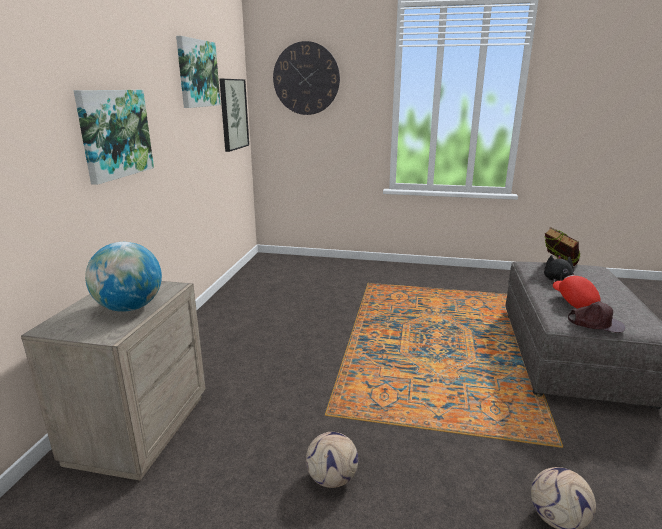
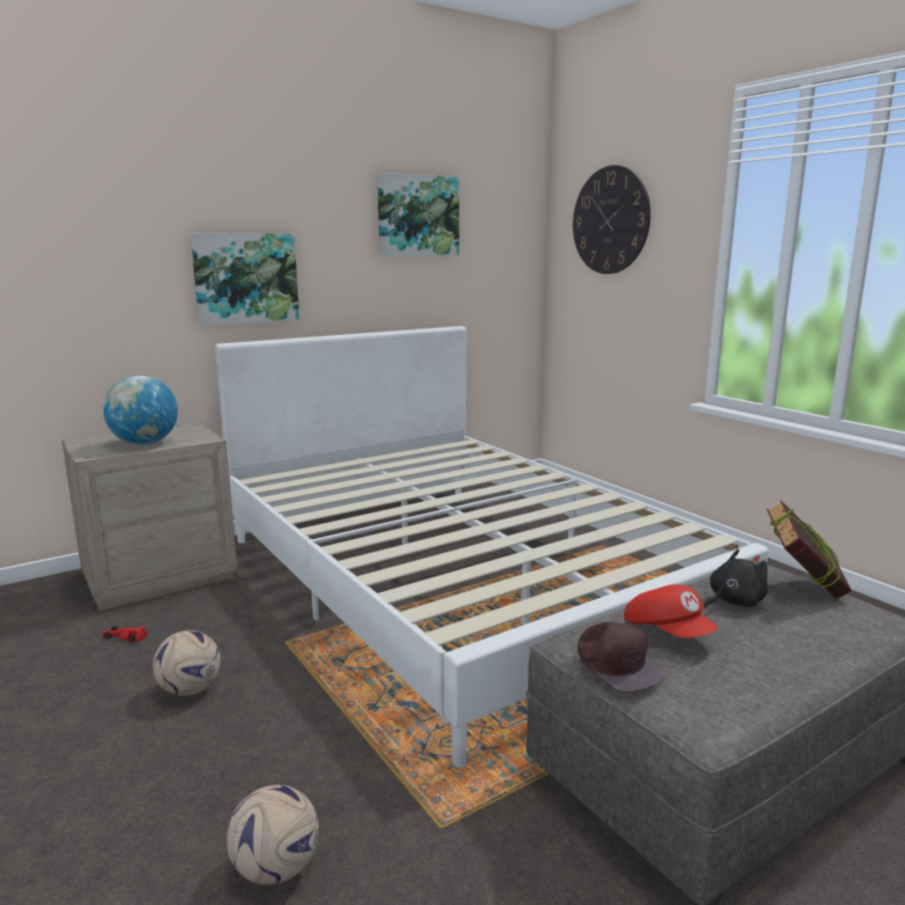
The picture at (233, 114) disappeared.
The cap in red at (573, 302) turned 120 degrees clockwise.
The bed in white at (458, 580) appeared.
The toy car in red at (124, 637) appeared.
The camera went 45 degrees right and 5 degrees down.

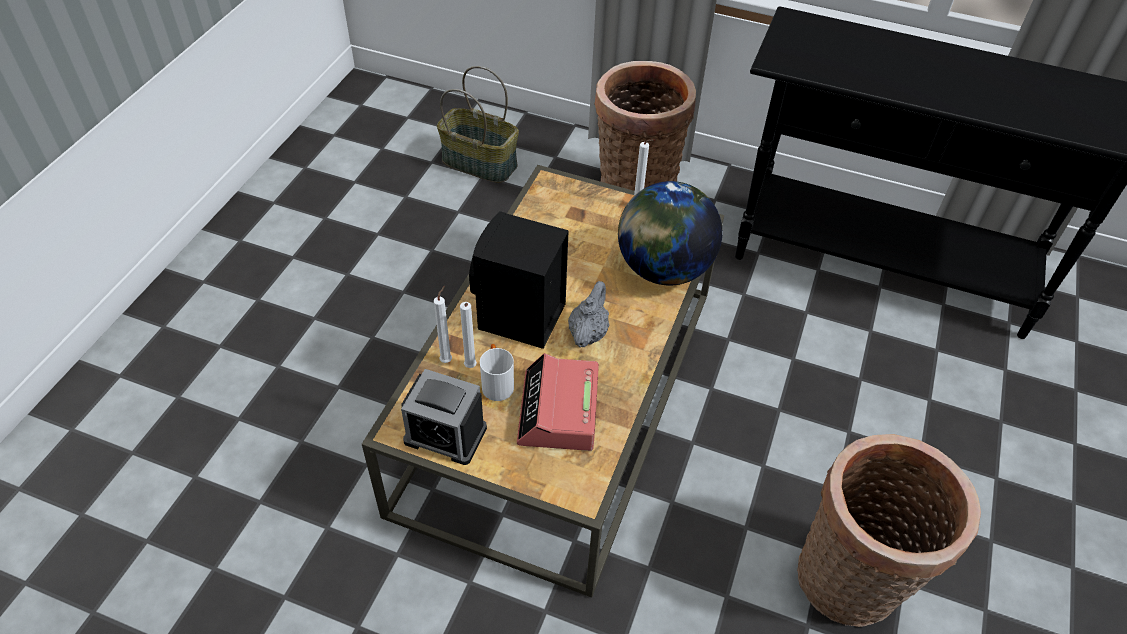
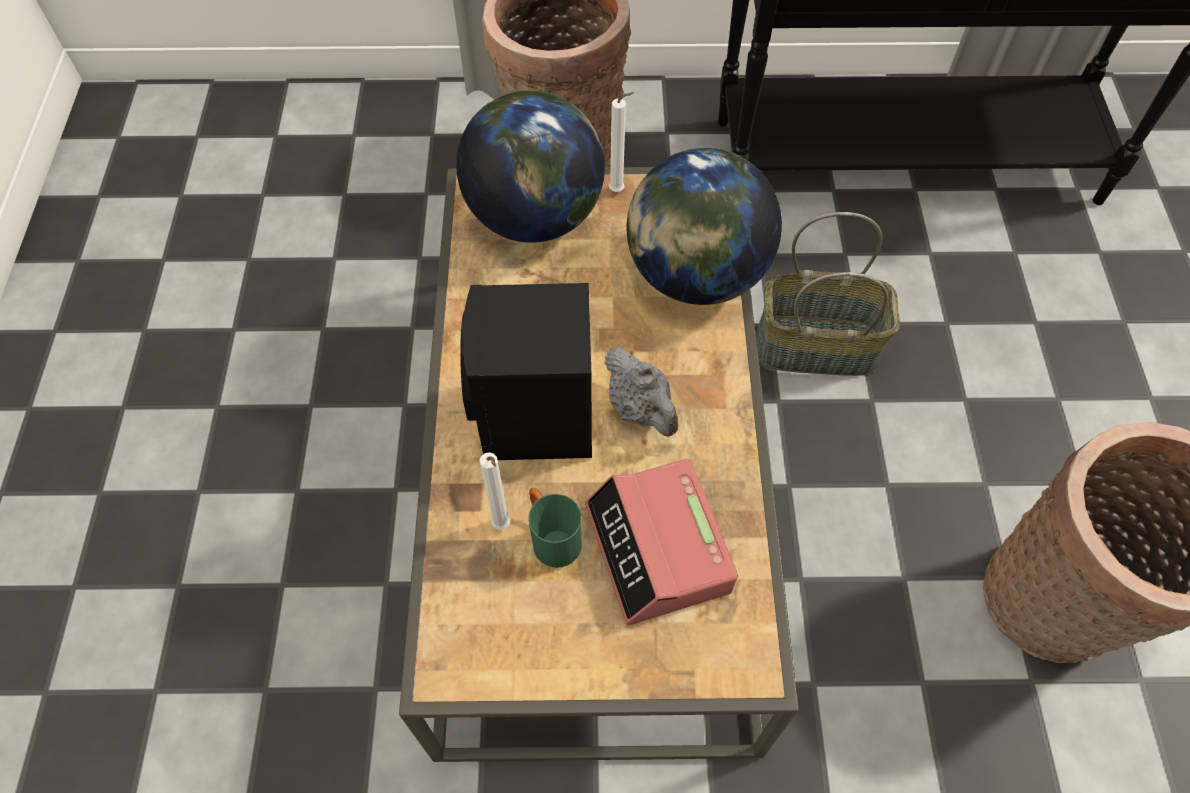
The basket moved from (480, 163) to (818, 345).
The teapot in grey at (588, 333) turned 150 degrees clockwise.
The candle in white at (447, 360) disappeared.
The mug in white at (496, 383) became the mug in green at (551, 537).
The alarm clock at (445, 434) disappeared.
The globe at (535, 216) appeared.
The camera went 20 degrees left and 10 degrees up.

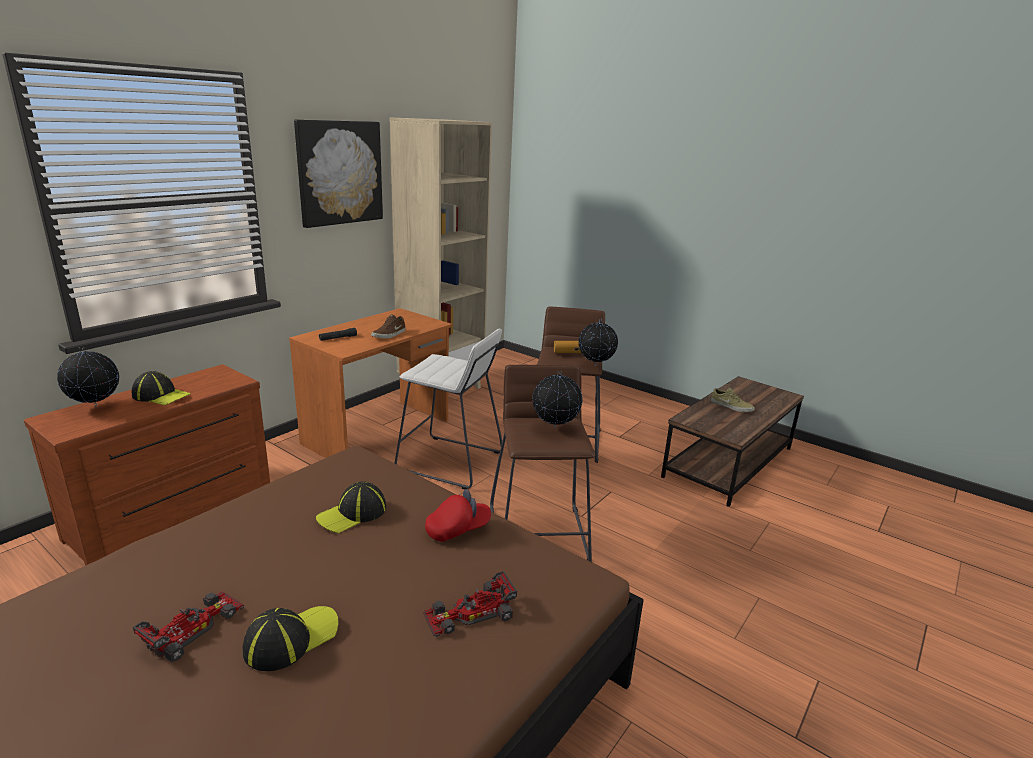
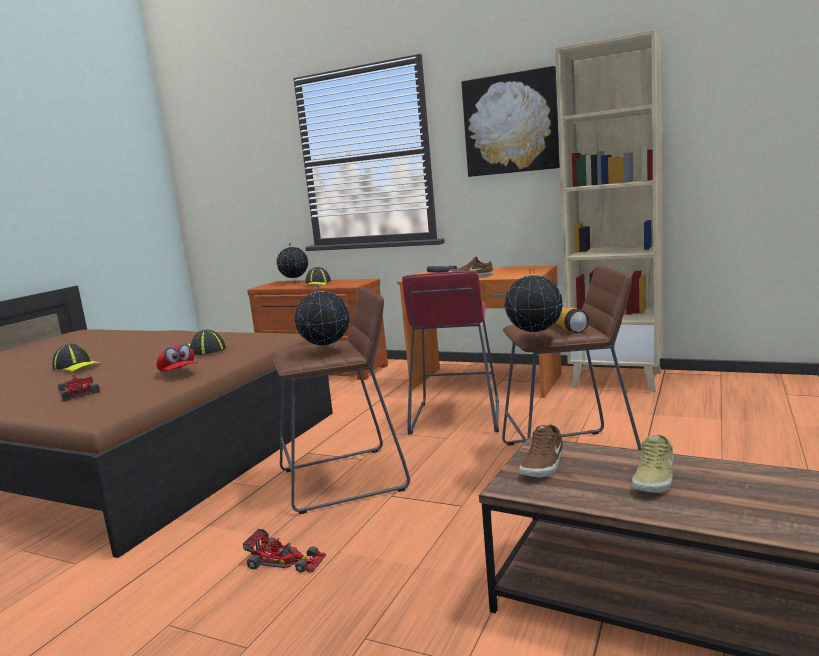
The stool in white at (450, 462) became the stool in red at (456, 417).
The toy car moved from (193, 627) to (285, 560).
The shoe in brown at (544, 464) appeared.
The camera went 80 degrees right and 10 degrees down.

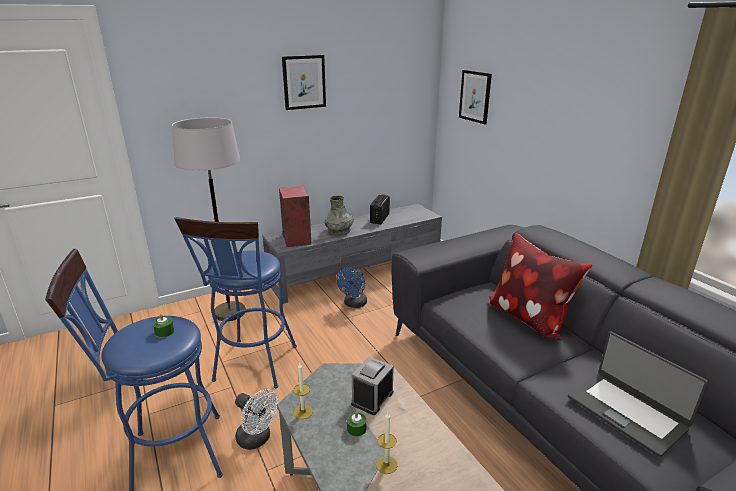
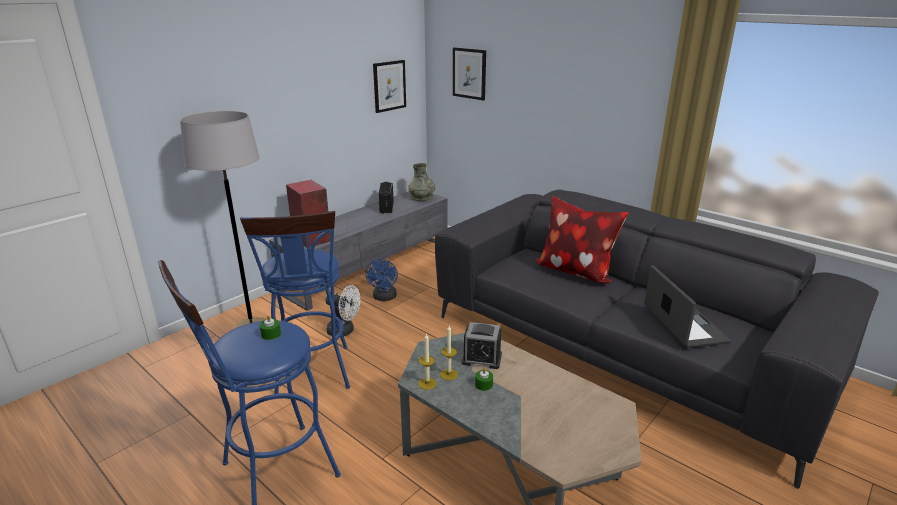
The picture moved from (304, 82) to (389, 86).
The vase in grey moved from (339, 231) to (421, 197).
The laptop at (627, 411) turned 135 degrees counterclockwise.
The alarm clock at (372, 398) turned 90 degrees counterclockwise.
The fan in white moved from (257, 439) to (345, 331).
The candle moved from (386, 464) to (449, 374).
The camera went 20 degrees left and 0 degrees up.

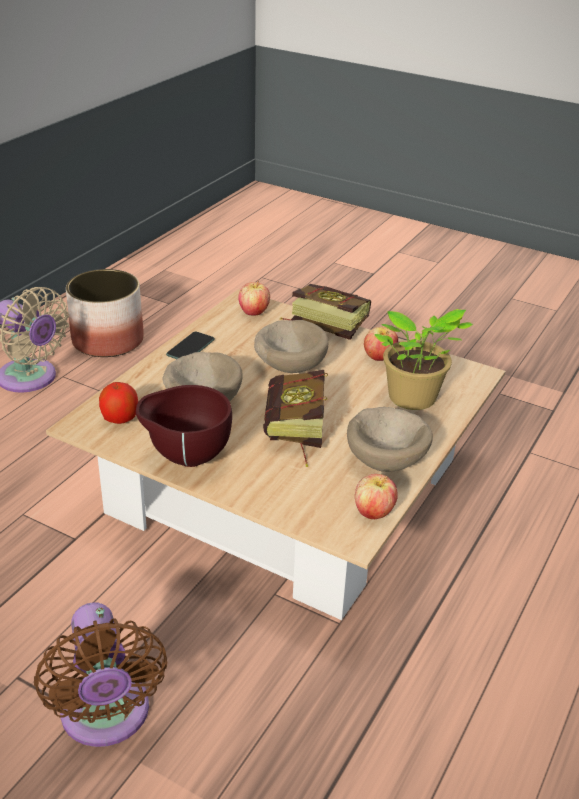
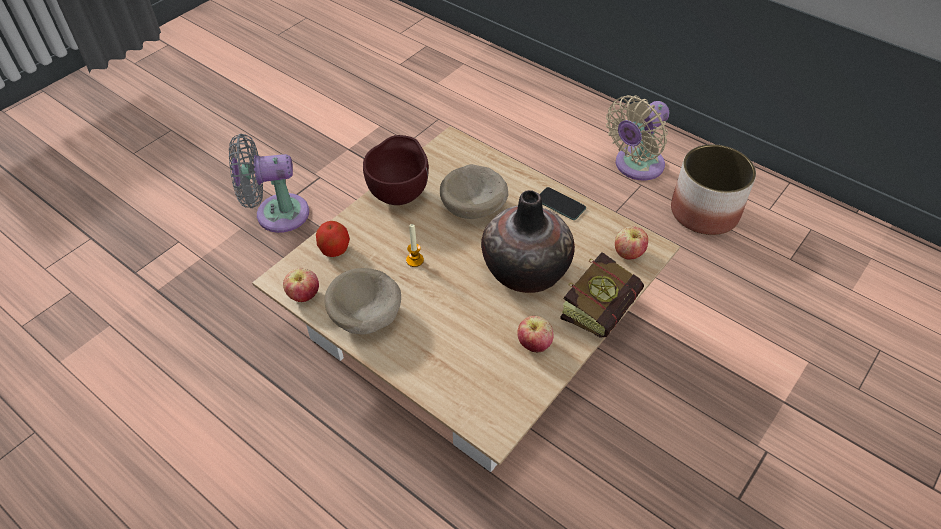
The potted plant at (413, 400) disappeared.
The bowl in beige at (290, 365) was replaced by the vase at (525, 271).
The book at (294, 435) was replaced by the candle at (414, 260).
The apple moved from (120, 419) to (335, 250).
The fan in brown at (106, 717) became the fan in grey at (276, 214).
The camera went 100 degrees right and 15 degrees up.

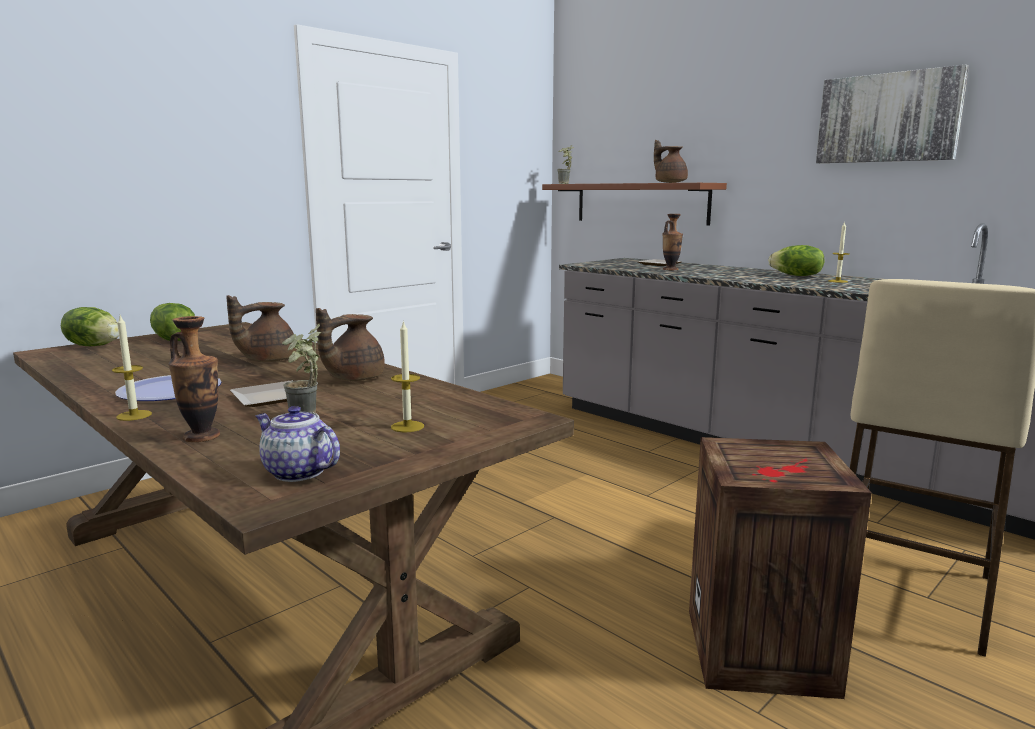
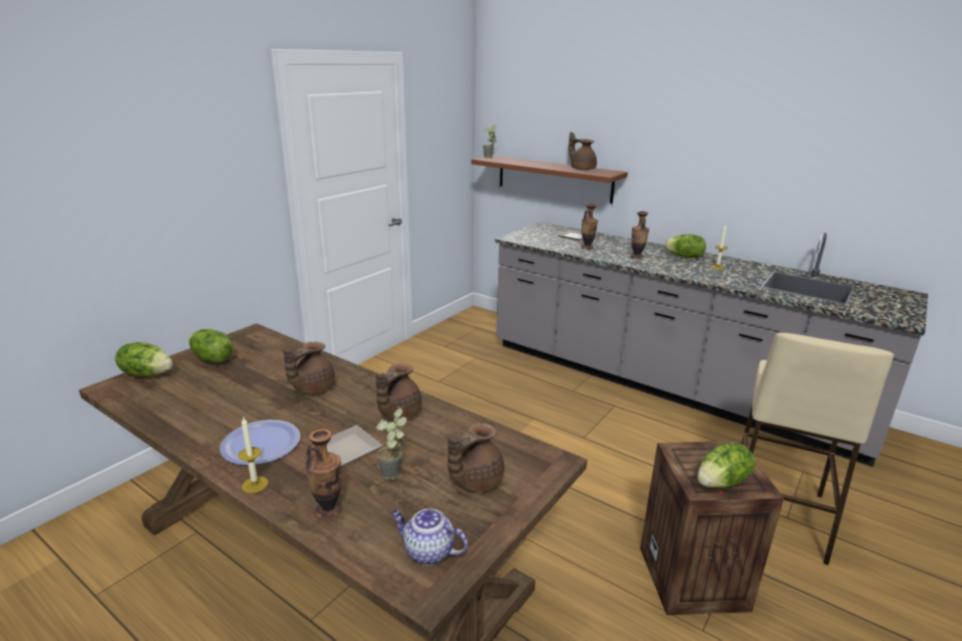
The picture at (888, 118) disappeared.
The candle at (407, 426) was replaced by the teapot in brown at (475, 481).
The vase at (636, 257) appeared.
The lettuce at (722, 482) appeared.
The camera went 10 degrees left and 10 degrees up.

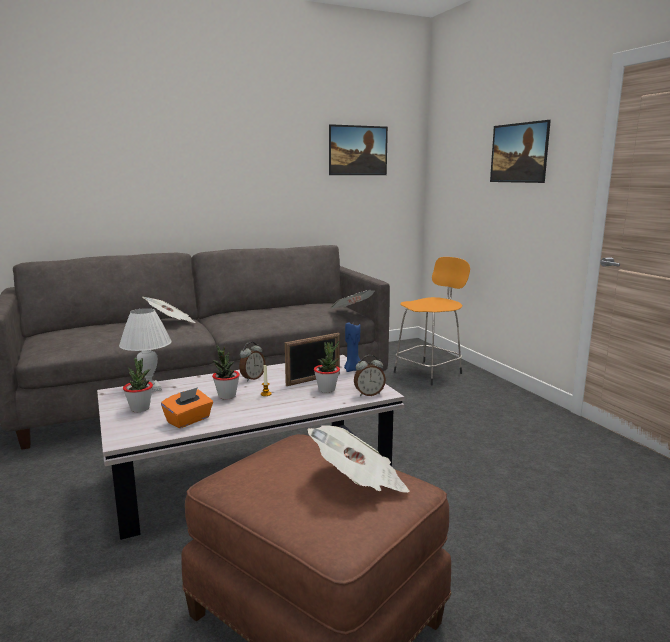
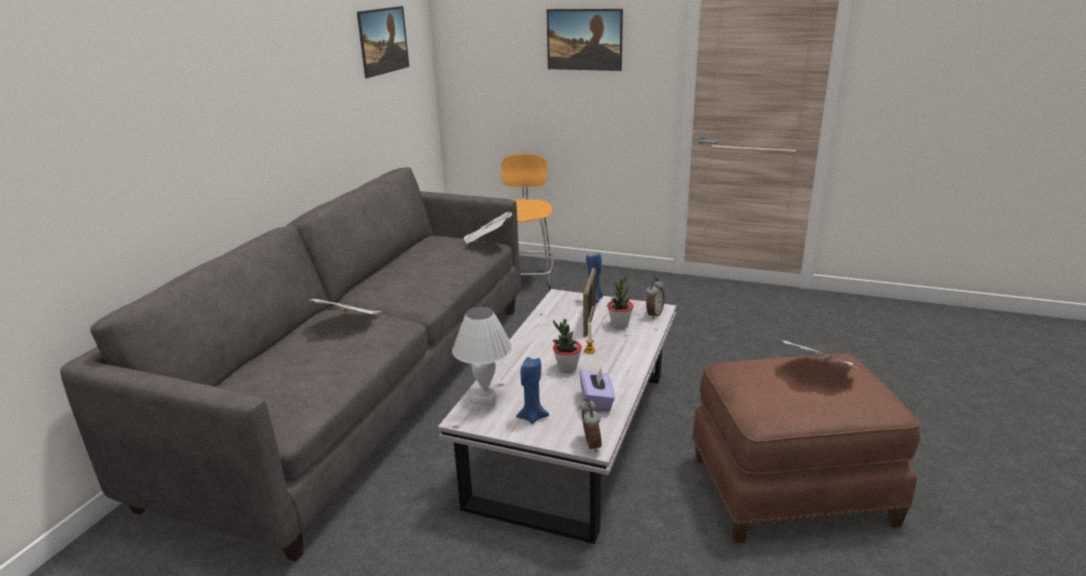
The alarm clock moved from (252, 378) to (589, 445).
The potted plant at (140, 409) was replaced by the candle in blue at (532, 417).
The tissue box in orange at (189, 420) became the tissue box in purple at (596, 402).
The camera went 45 degrees left and 10 degrees up.

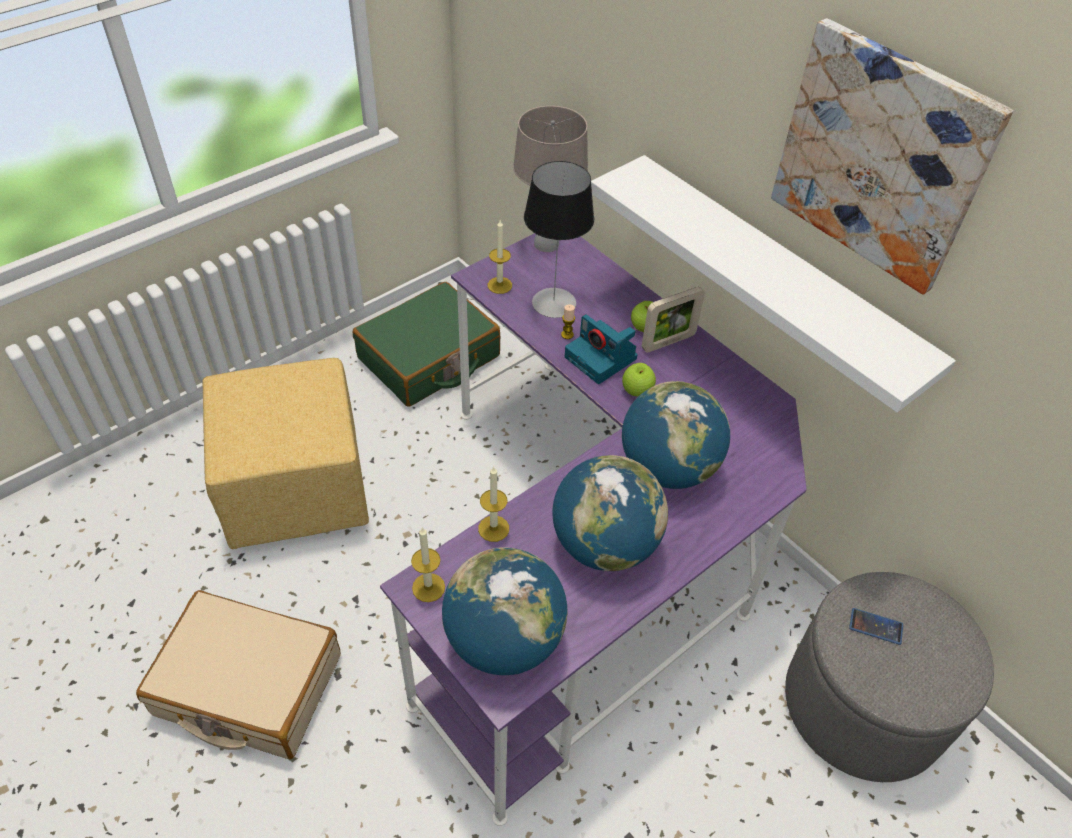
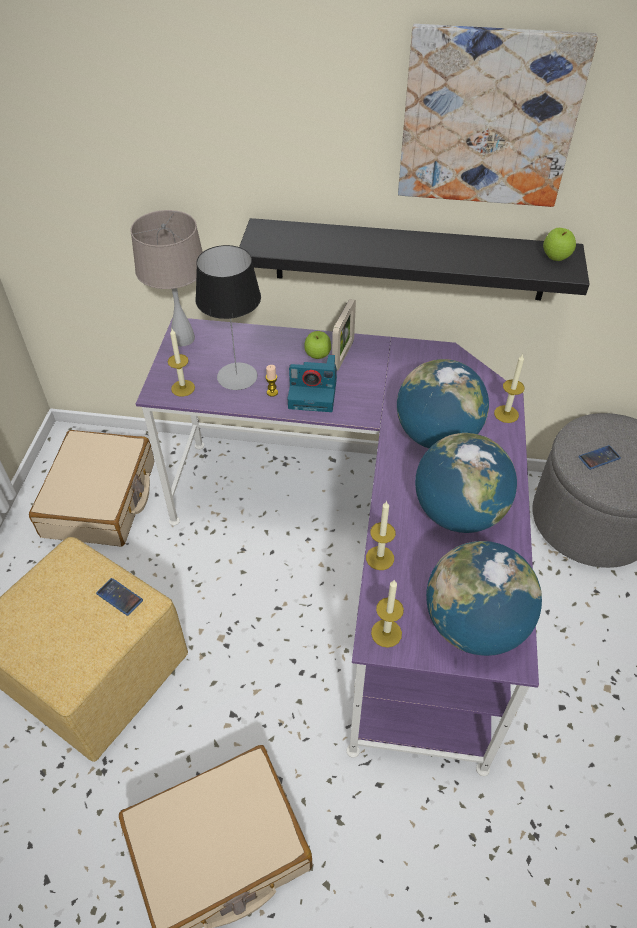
The shelf in white at (775, 278) became the shelf in black at (409, 260).
The suitcase in green at (429, 358) became the suitcase in beige at (101, 499).
The apple moved from (637, 391) to (555, 257).
The candle at (506, 414) appeared.
The phone at (119, 597) appeared.
The camera went 40 degrees left and 0 degrees up.

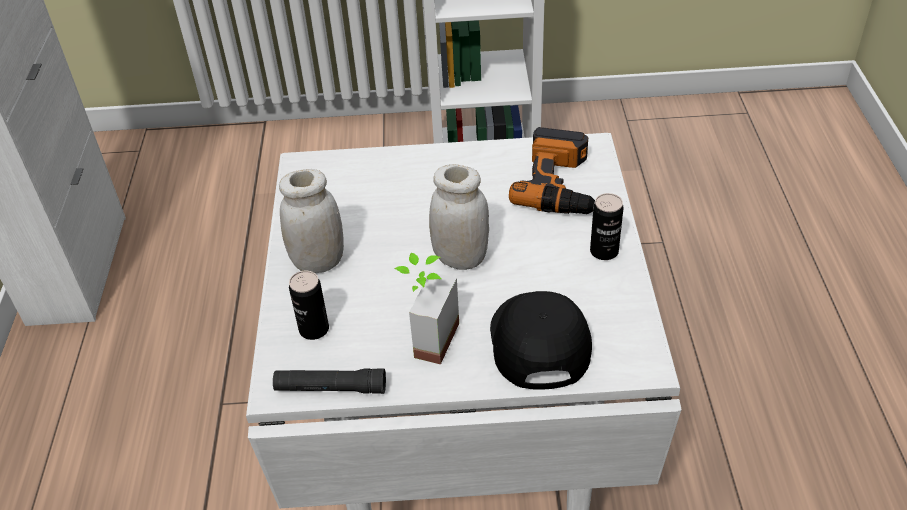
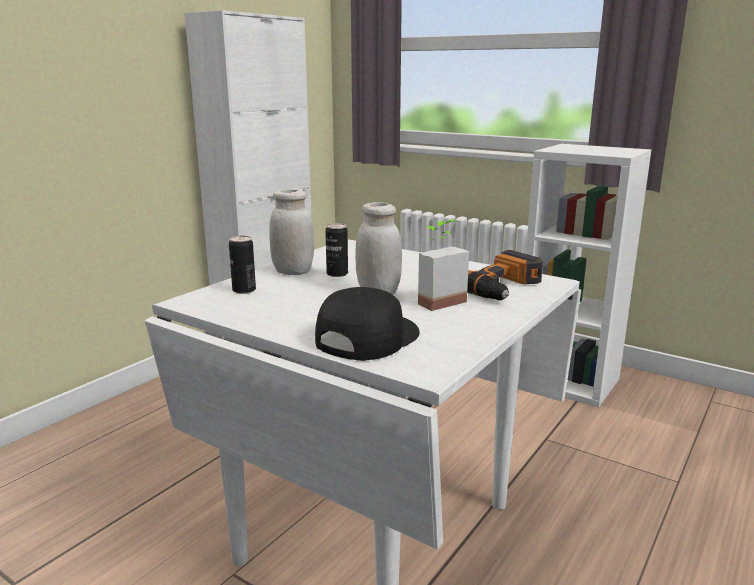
The can moved from (604, 251) to (337, 274).
The potted plant moved from (425, 337) to (436, 300).
The flashlight in black at (330, 388) disappeared.
The camera went 35 degrees right and 25 degrees down.

